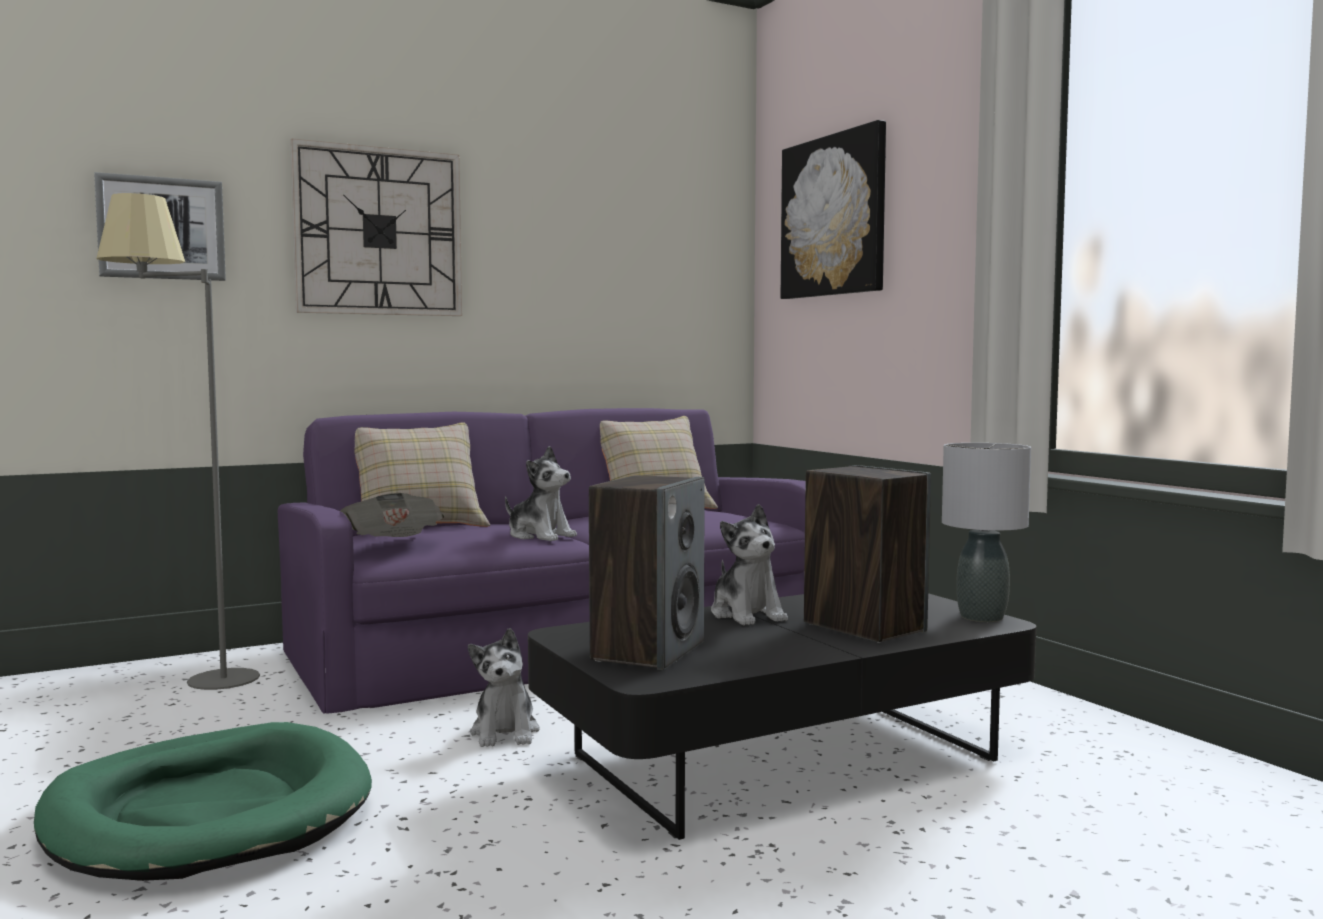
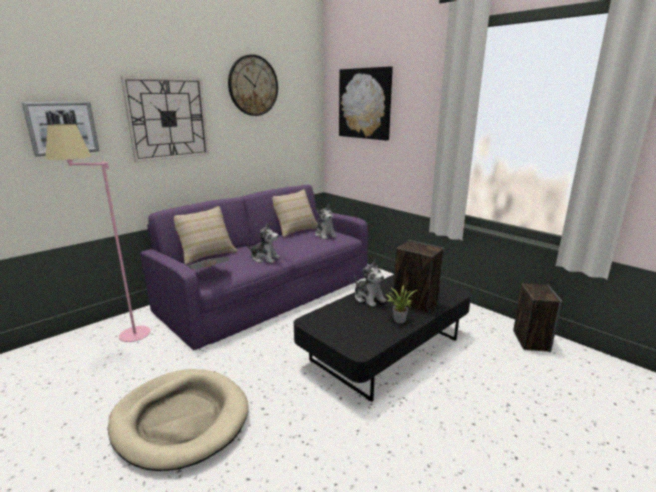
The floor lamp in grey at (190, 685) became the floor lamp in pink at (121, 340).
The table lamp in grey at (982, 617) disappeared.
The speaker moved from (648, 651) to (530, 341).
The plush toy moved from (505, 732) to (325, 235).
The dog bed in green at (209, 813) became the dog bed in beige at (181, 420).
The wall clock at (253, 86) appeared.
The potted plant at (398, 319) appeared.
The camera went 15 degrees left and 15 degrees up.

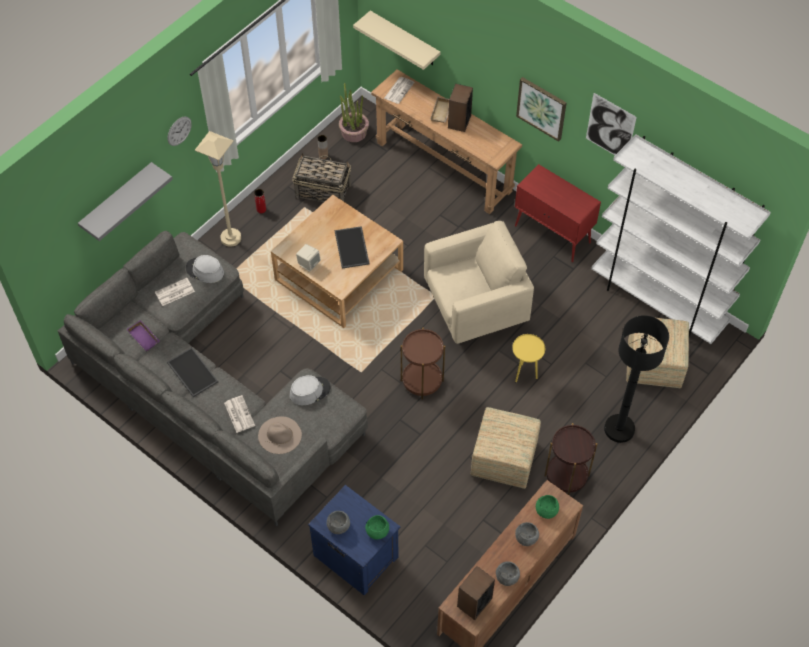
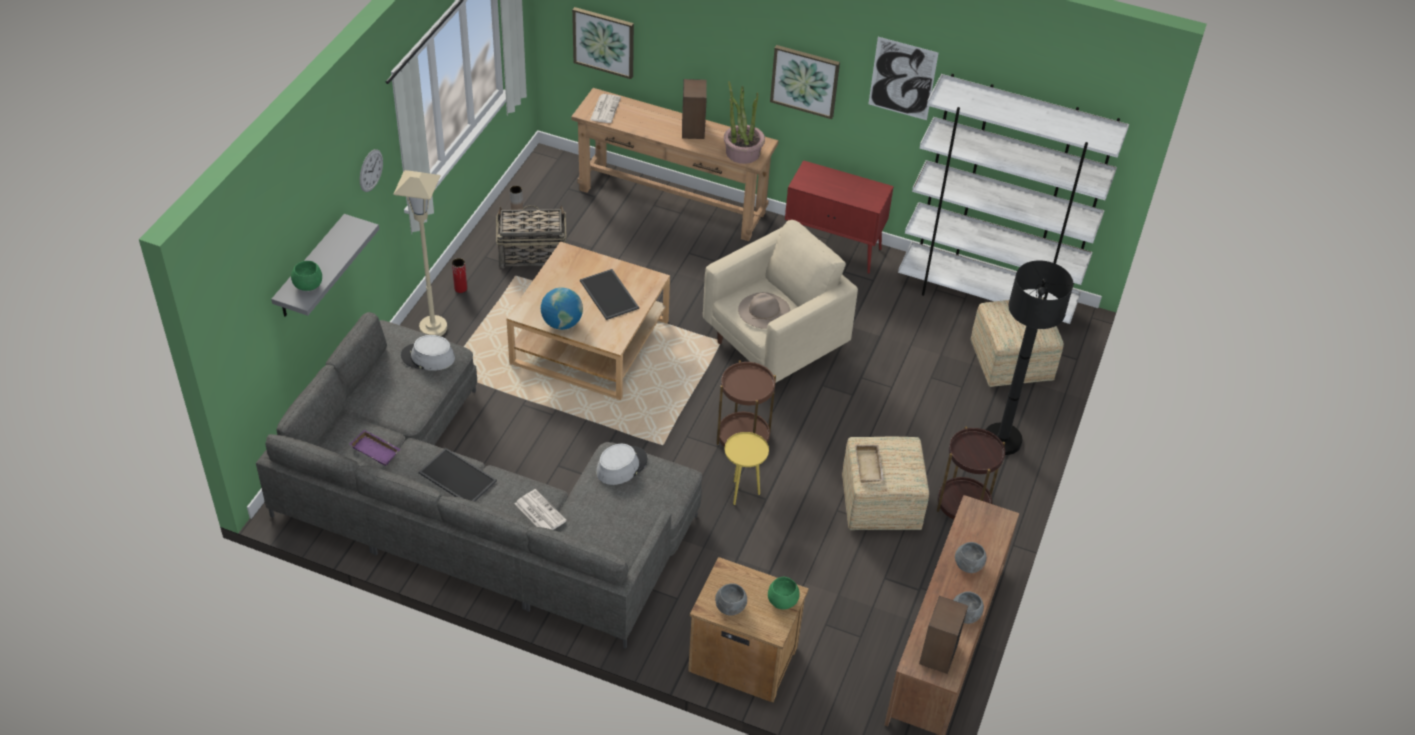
The shelf in beige at (405, 39) was replaced by the picture at (604, 42).
The potted plant moved from (354, 132) to (742, 152).
The tray in beige moved from (442, 112) to (870, 466).
The speaker in beige at (309, 264) was replaced by the globe at (562, 323).
The newspaper at (174, 292) disappeared.
The side table in yellow moved from (524, 374) to (742, 493).
The hat in beige moved from (279, 435) to (764, 310).
The nightstand in blue at (355, 555) became the nightstand in brown at (742, 657).
The bowl in green moved from (546, 511) to (308, 285).
The camera went 20 degrees left and 10 degrees down.

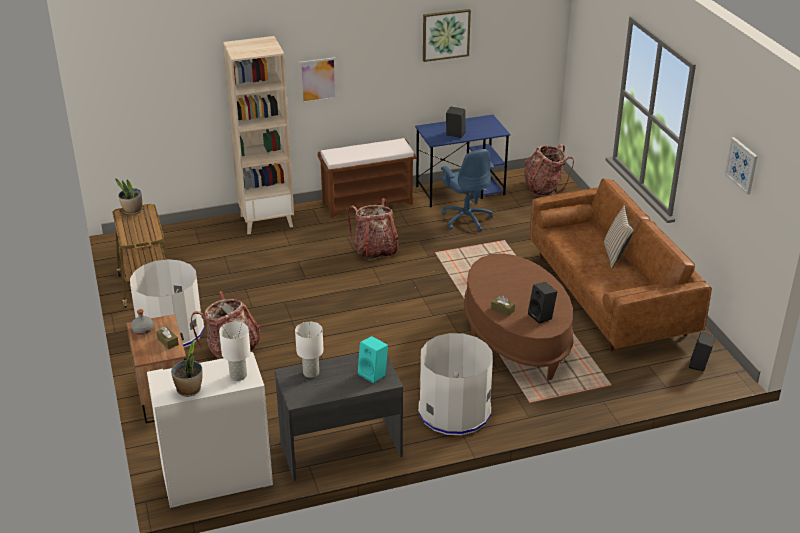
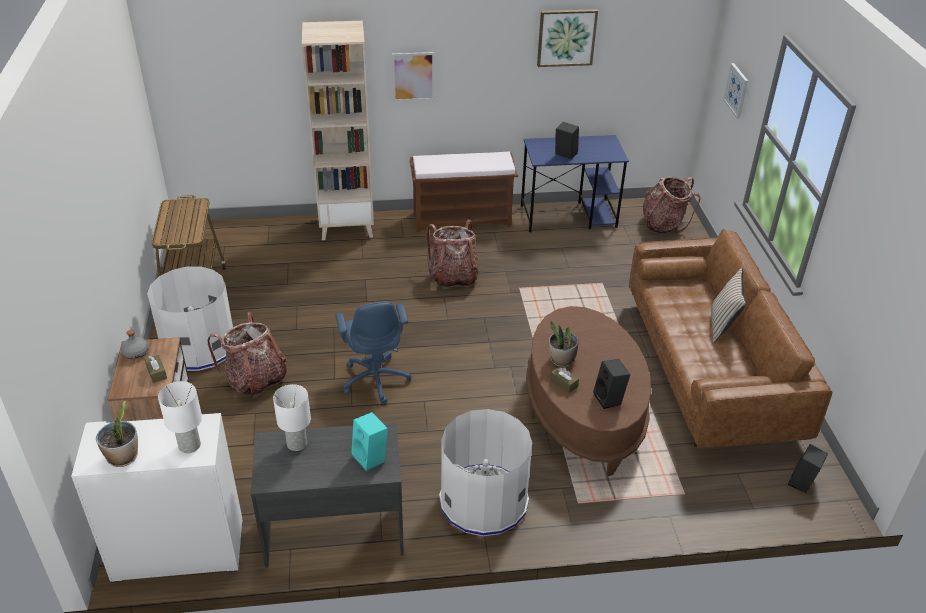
The picture moved from (742, 165) to (736, 90).
The office chair in blue moved from (466, 219) to (375, 379).
The potted plant moved from (132, 211) to (561, 360).
The camera went 10 degrees right and 5 degrees up.

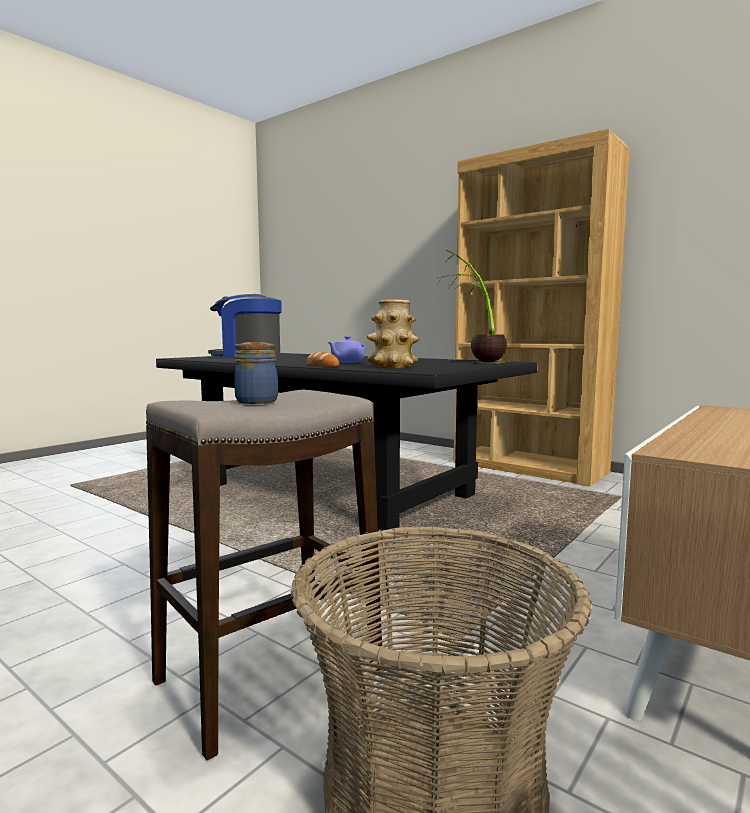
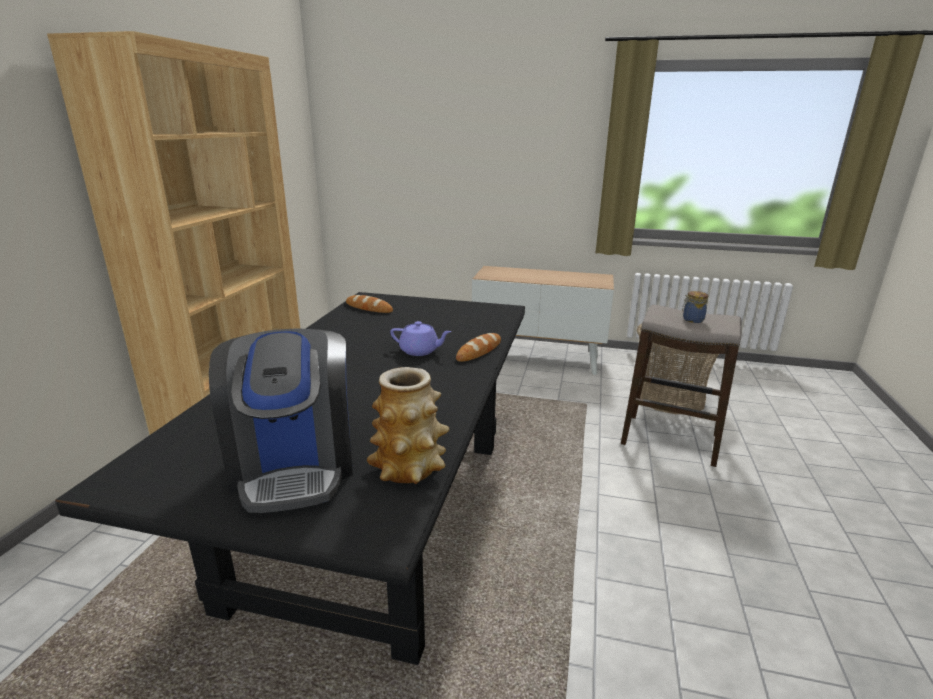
The potted plant at (474, 361) was replaced by the bread at (369, 308).
The vase moved from (392, 367) to (409, 468).
The camera went 115 degrees left and 15 degrees up.

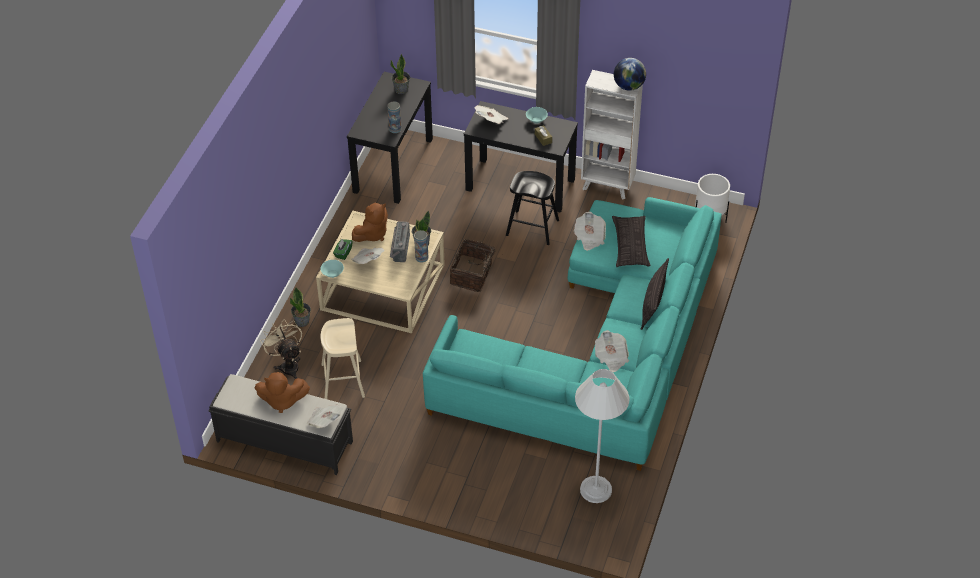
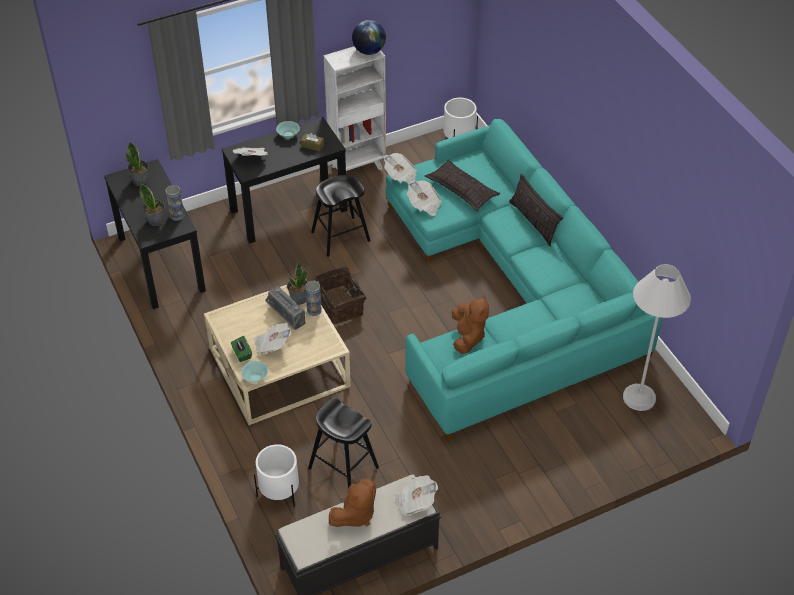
The plush toy in brown moved from (372, 234) to (468, 337).
The potted plant moved from (302, 321) to (156, 220).
The stool in beige at (343, 381) became the stool in black at (343, 468).
The fan in beige at (288, 365) was replaced by the planter in white at (279, 492).
The newspaper moved from (611, 358) to (401, 176).
The camera went 45 degrees left and 0 degrees up.

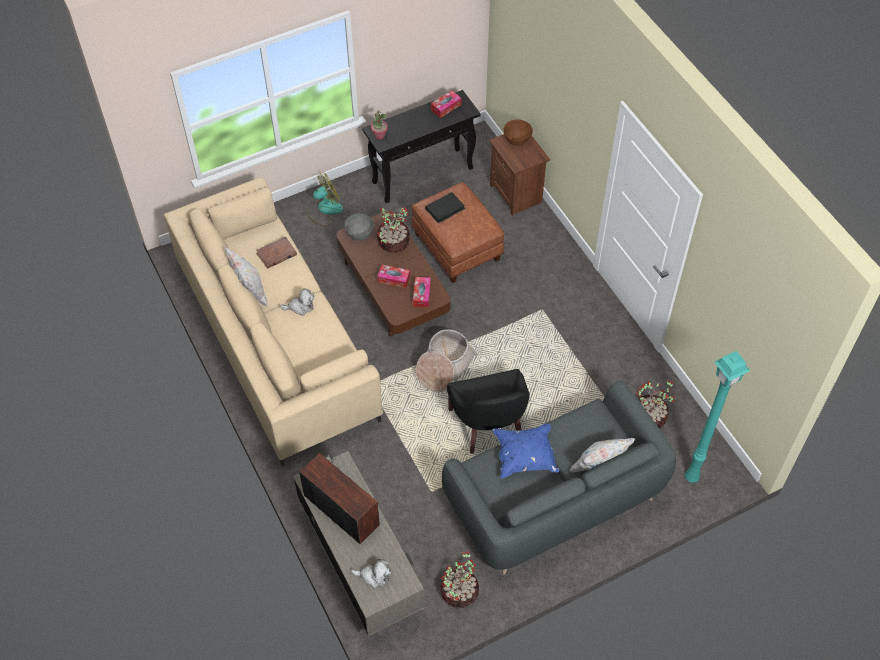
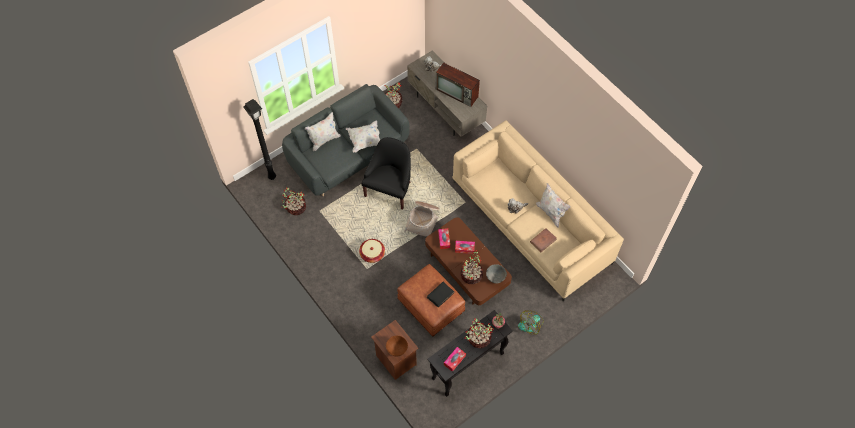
The floor lamp in turquoise at (691, 478) became the floor lamp in black at (272, 176).
The armchair in black at (489, 425) turned 45 degrees clockwise.
The pillow in blue at (525, 456) became the pillow in white at (365, 140).
The basket at (372, 254) appeared.
The potted plant at (478, 338) appeared.
The camera went 170 degrees right and 5 degrees up.

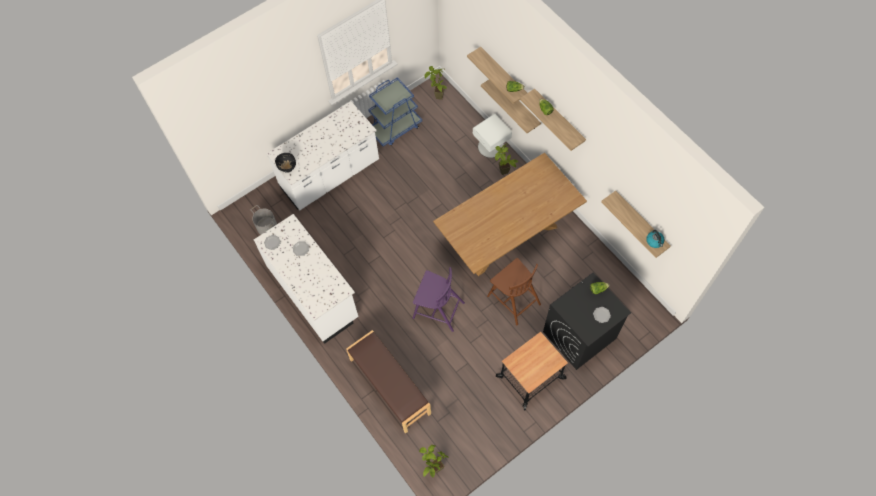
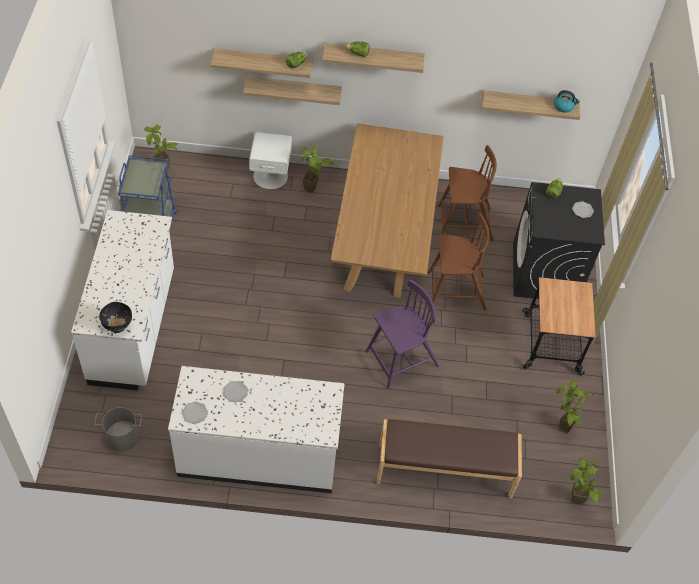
The chair in brown at (463, 223) appeared.
The potted plant at (561, 430) appeared.
The camera went 55 degrees left and 10 degrees down.

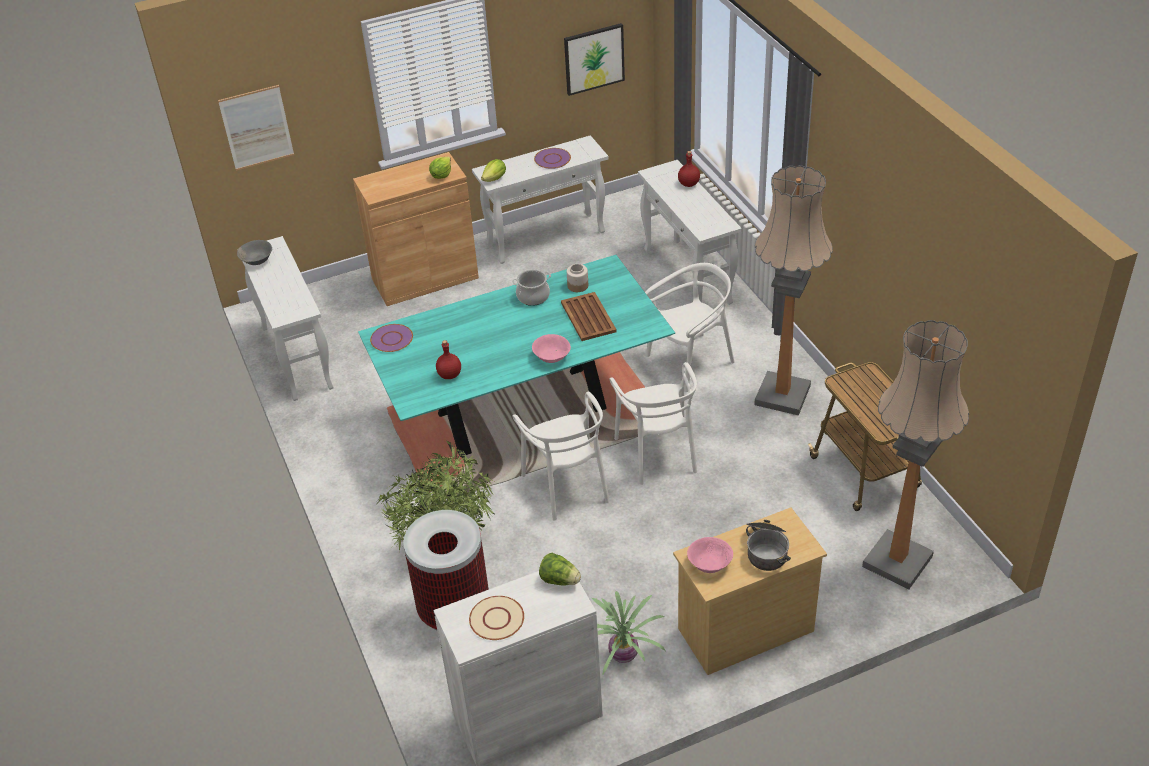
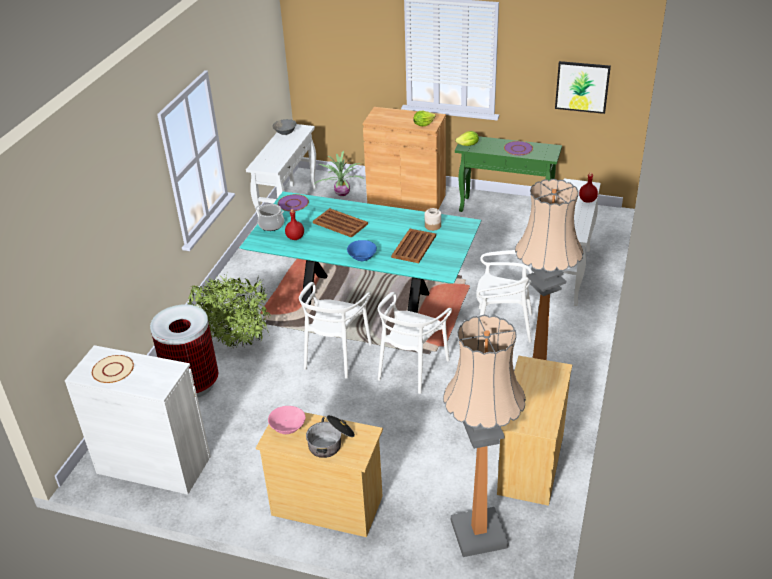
The picture at (256, 127) disappeared.
The console table in white at (546, 238) became the console table in green at (506, 210).
The cooking pot moved from (533, 296) to (271, 225).
The bowl in pink at (551, 357) became the bowl in blue at (362, 257).
The cart at (865, 473) was replaced by the dresser in beige at (531, 464).
The lettuce at (560, 580) disappeared.
The potted plant moved from (622, 655) to (341, 193).
The tray in brown at (340, 223) appeared.
The camera went 40 degrees right and 5 degrees down.

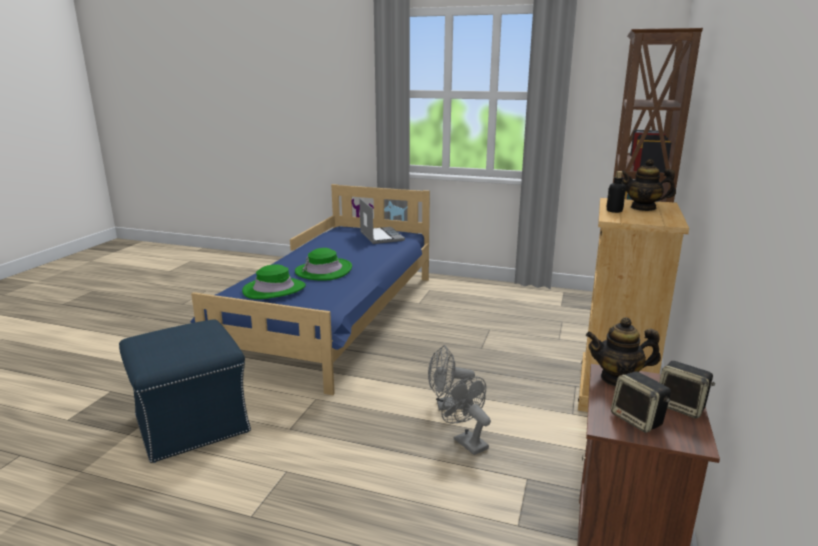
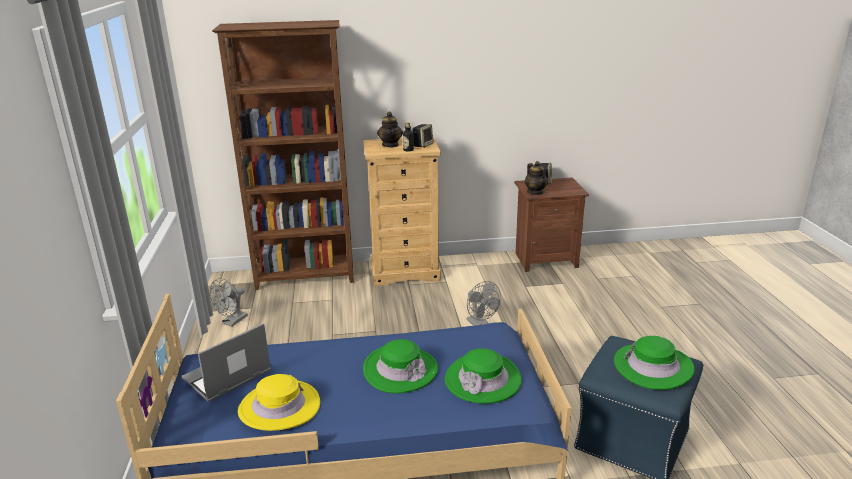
The speaker moved from (638, 420) to (423, 145).
The fan in grey moved from (466, 441) to (232, 322).
The hat in green at (653, 367) appeared.
The hat in yellow at (279, 407) appeared.
The camera went 115 degrees left and 5 degrees up.

